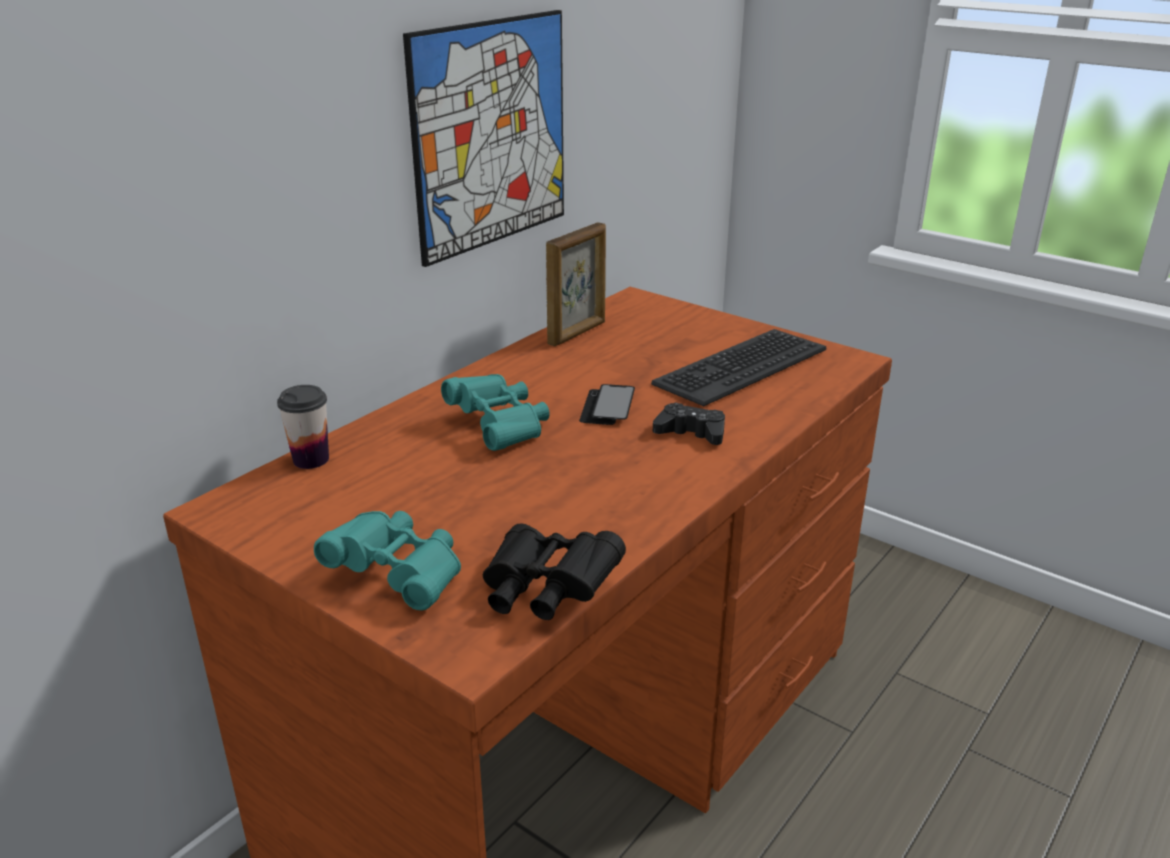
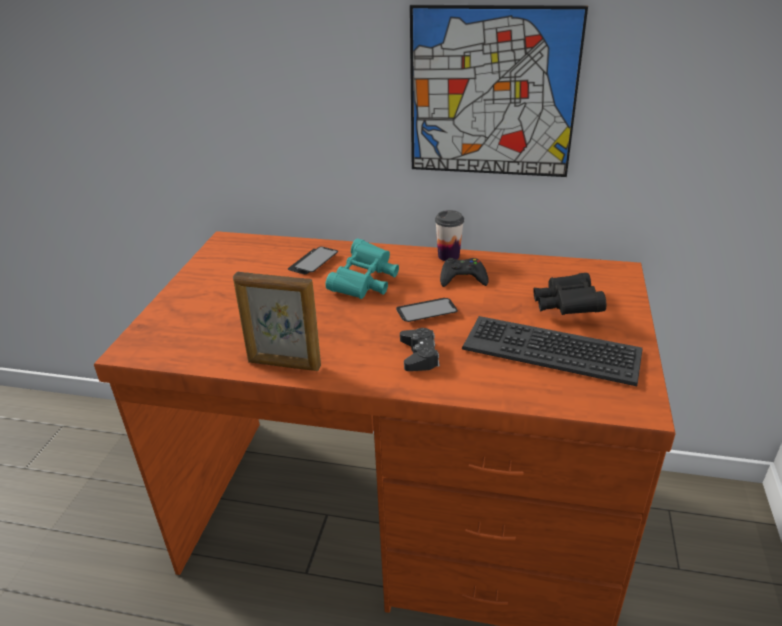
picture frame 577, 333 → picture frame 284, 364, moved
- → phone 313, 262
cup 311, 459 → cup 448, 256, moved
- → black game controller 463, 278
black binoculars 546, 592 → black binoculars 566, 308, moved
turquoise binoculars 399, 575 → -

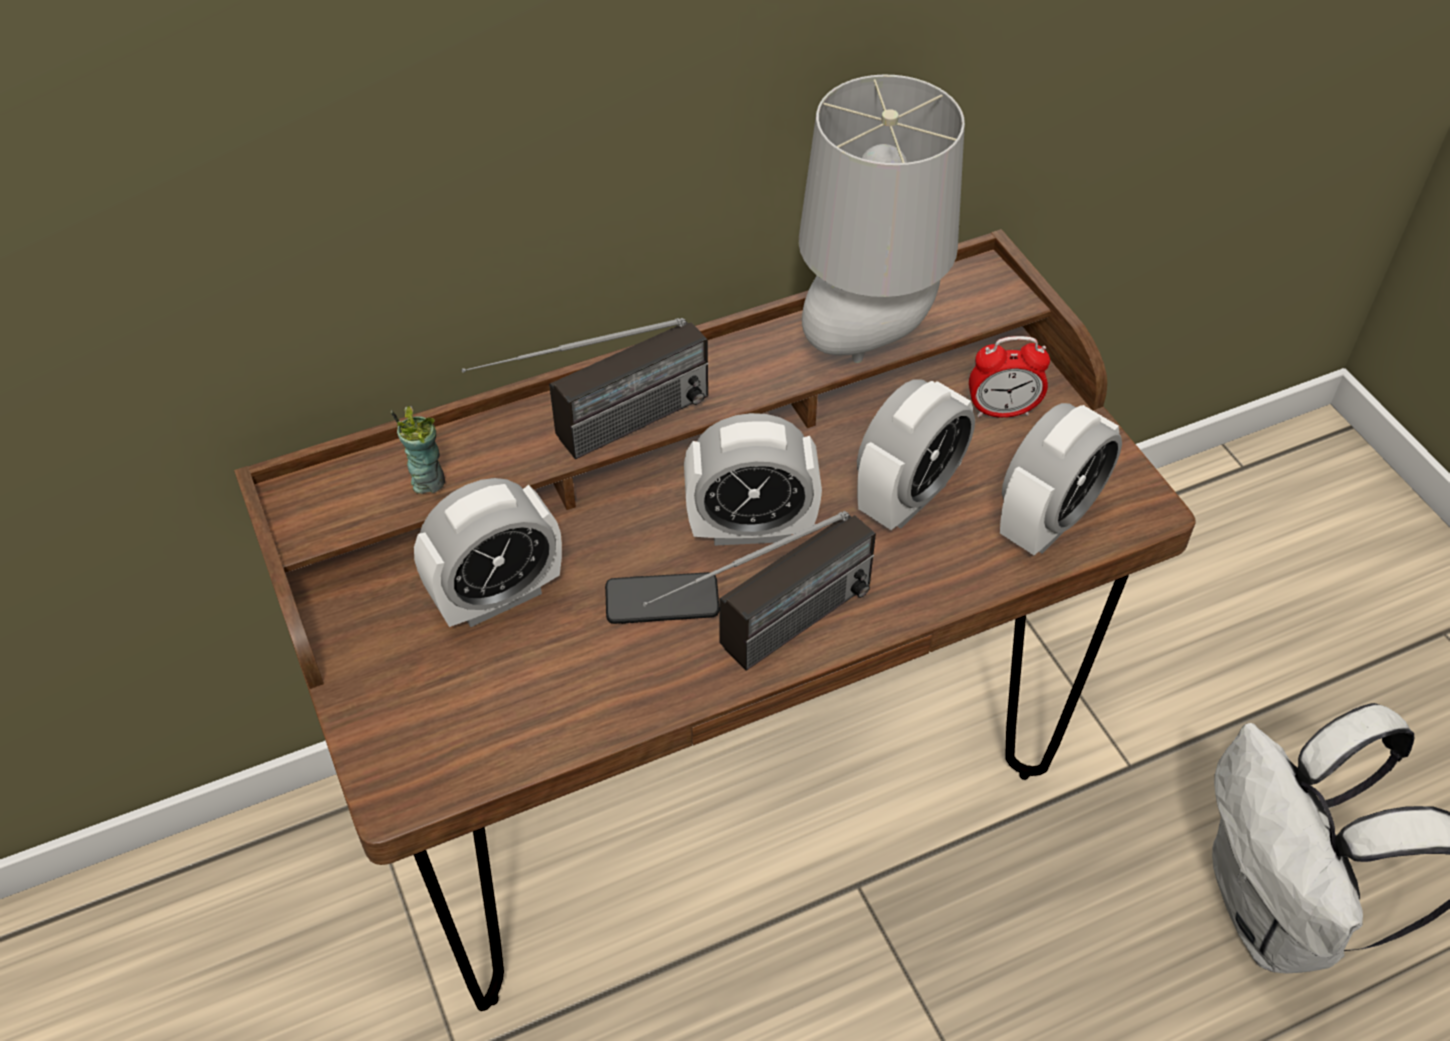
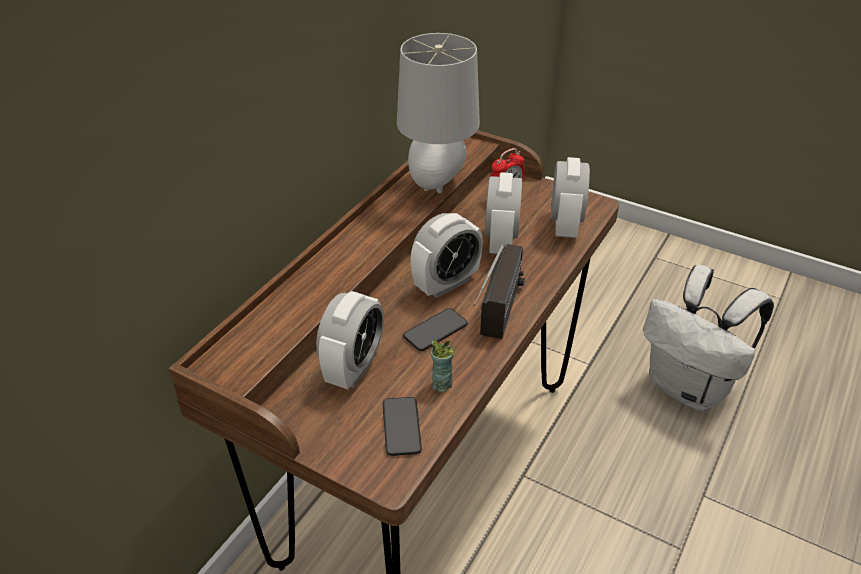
- → phone 401, 427
cup 428, 481 → cup 441, 384, moved
radio 598, 436 → -

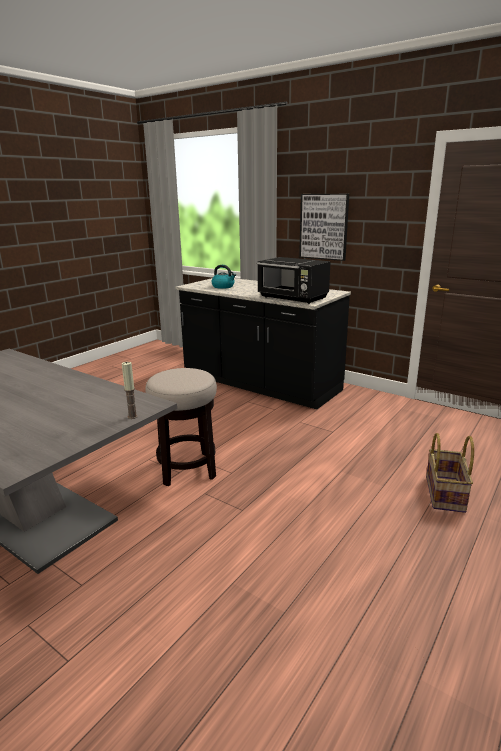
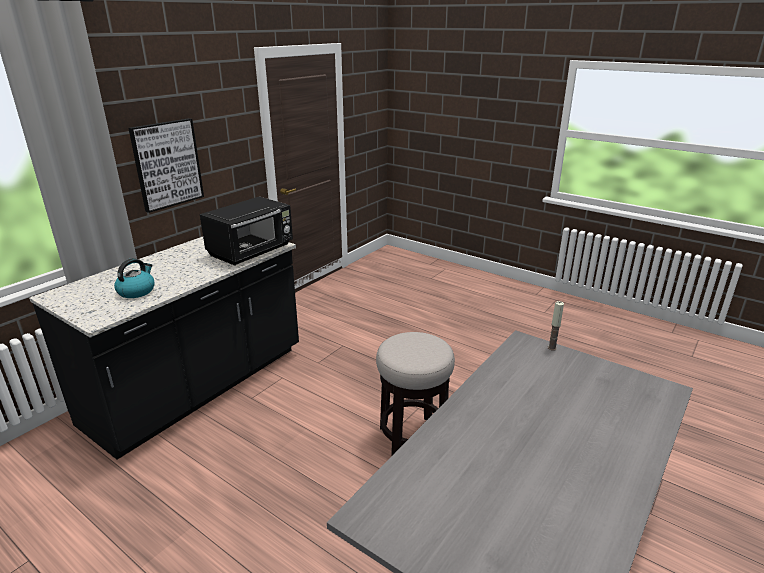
basket 446, 494 → -

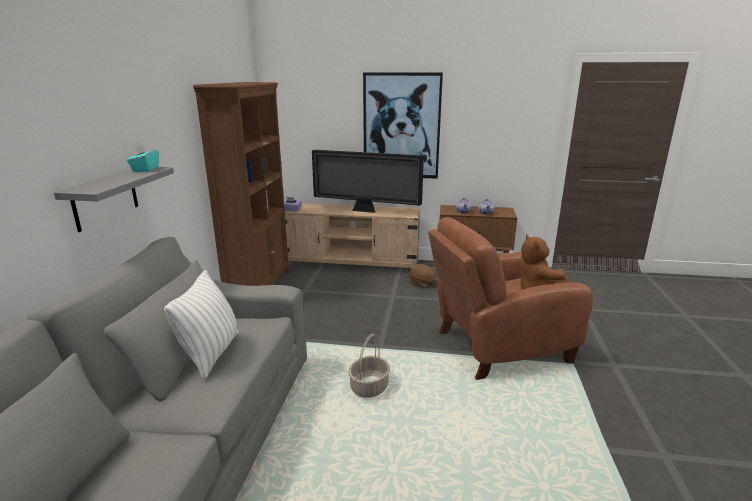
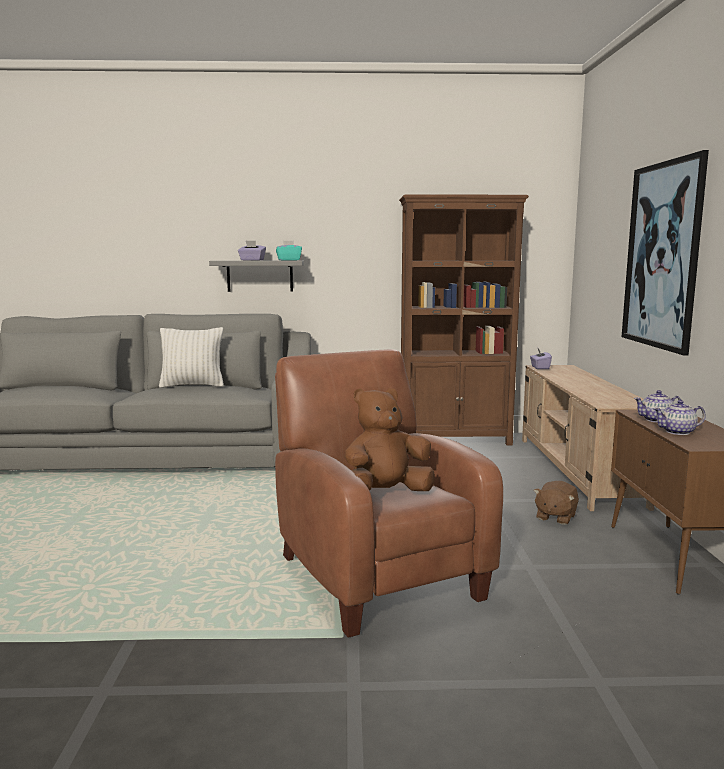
- → purple tissue box 252, 260
television 366, 211 → -
basket 369, 387 → -

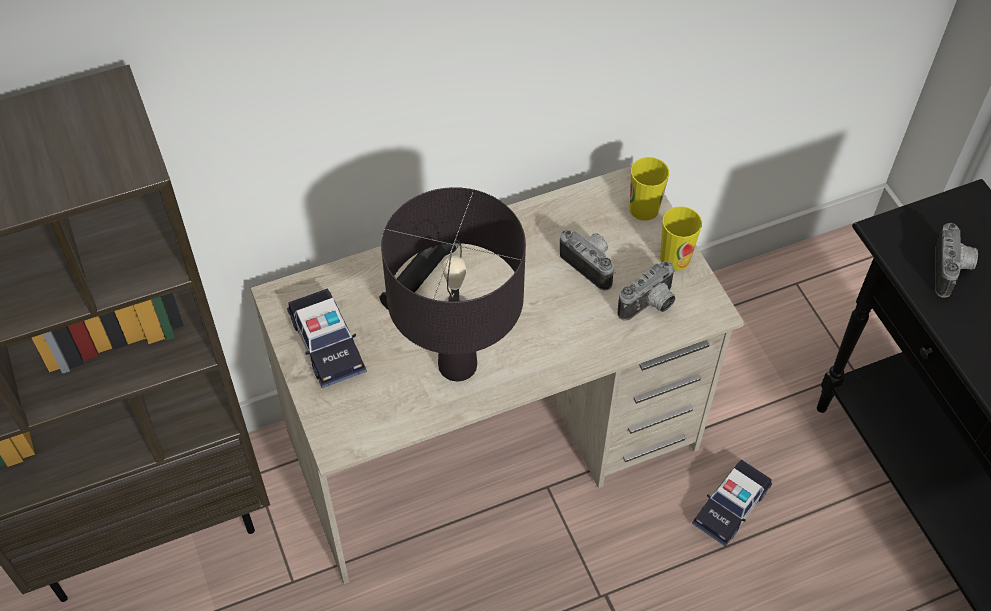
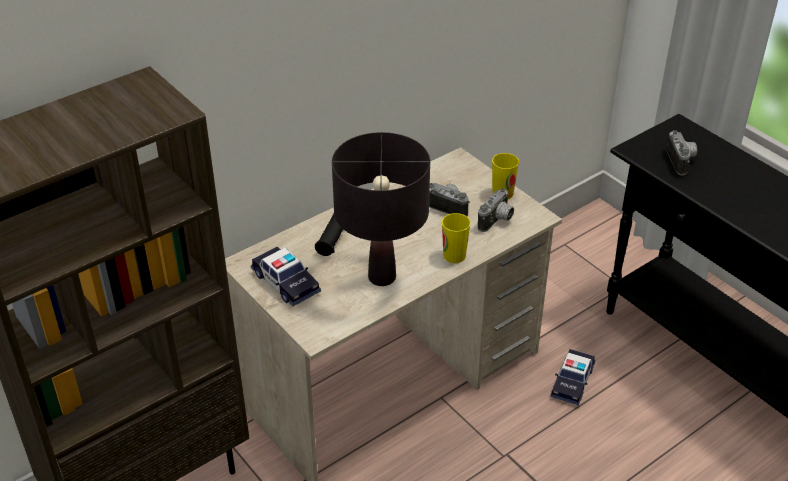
cup 644, 208 → cup 454, 255, moved

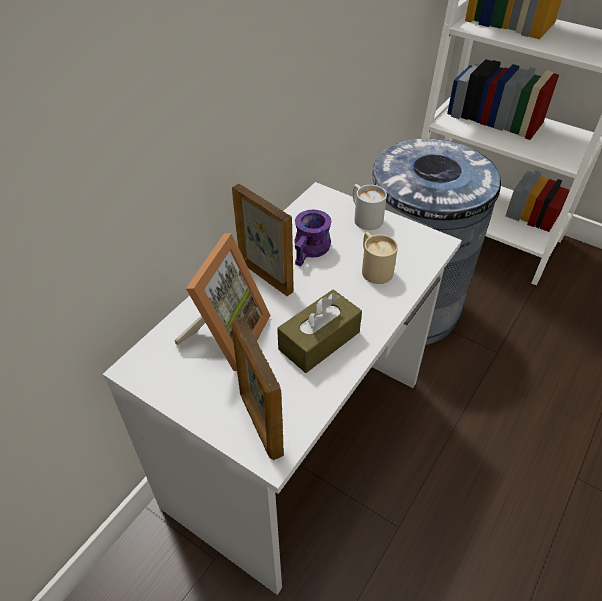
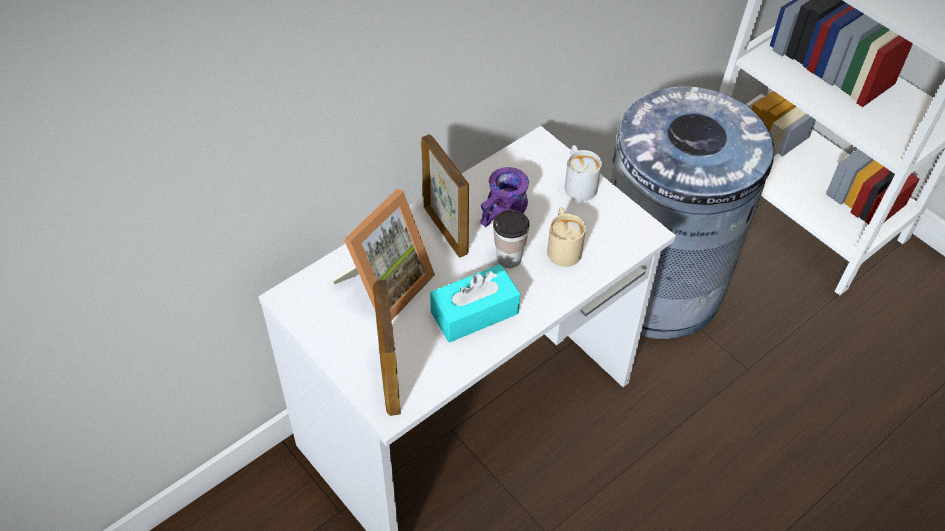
brown tissue box 319, 340 → turquoise tissue box 474, 313
- → cup 509, 258

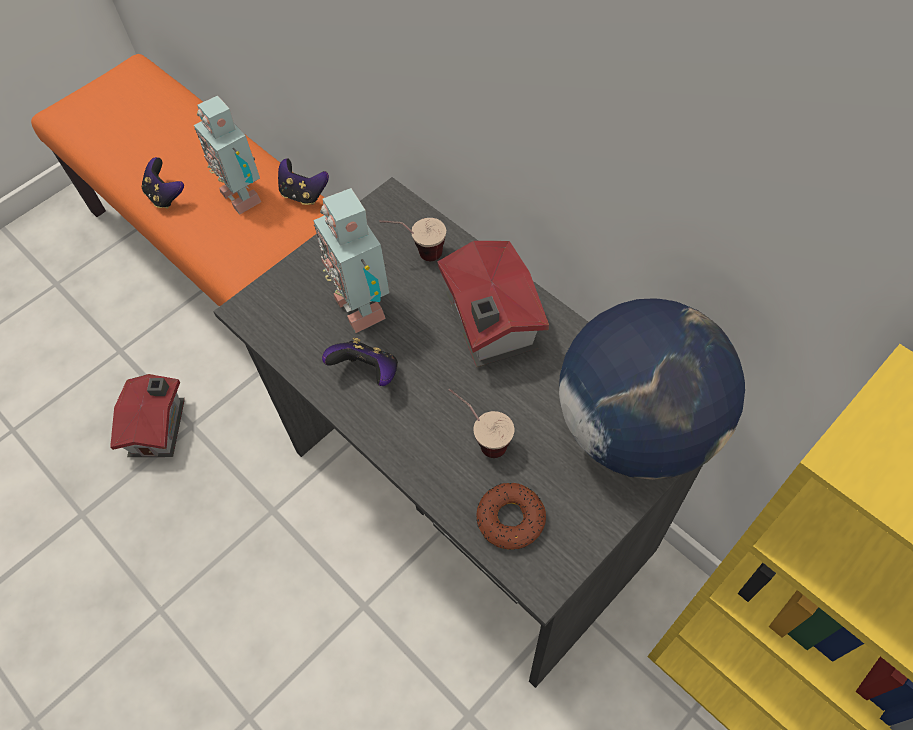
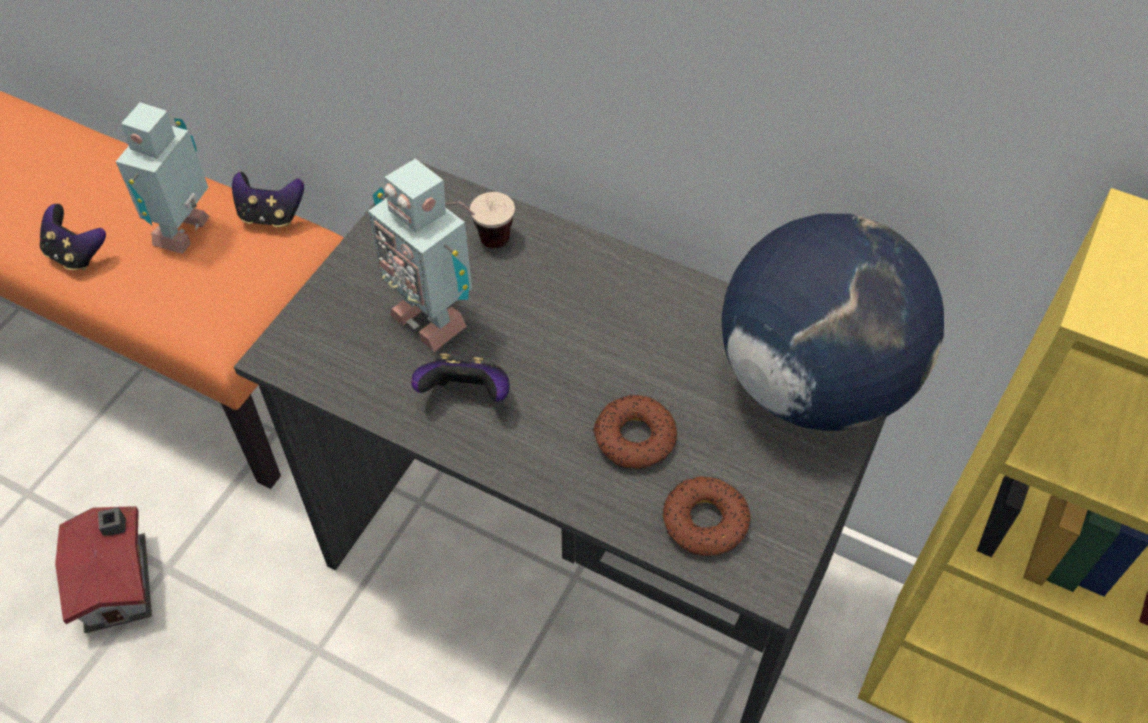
toy robot 243, 195 → toy robot 187, 231, 75 degrees clockwise
cup 480, 438 → donut 634, 438
toy house 489, 325 → -

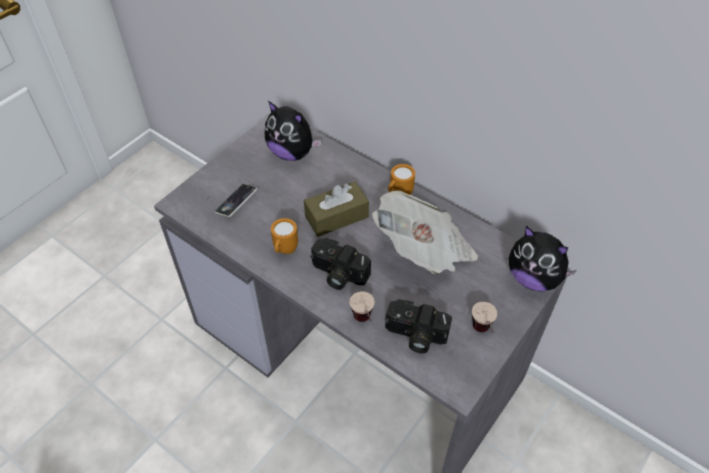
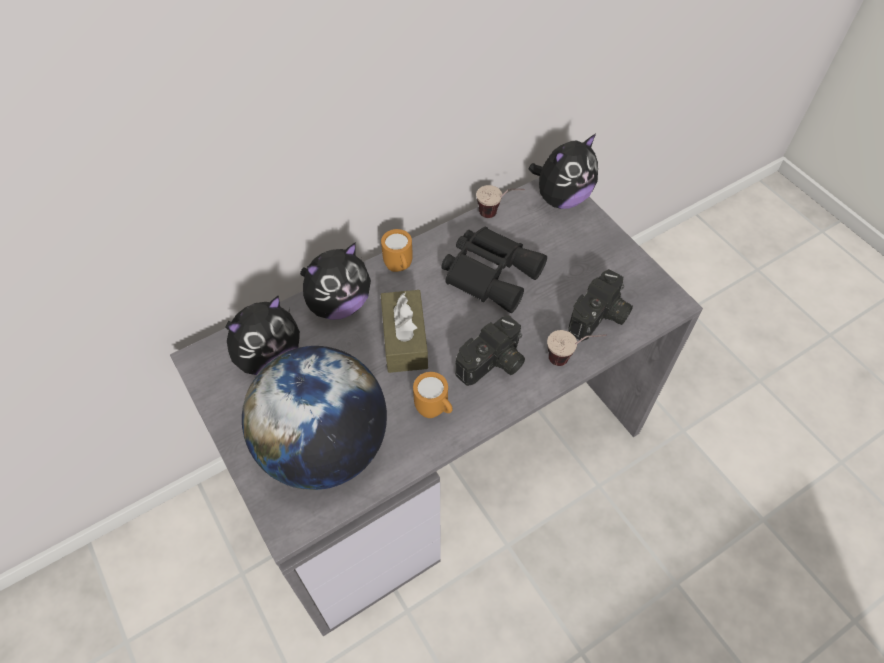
phone 236, 202 → globe 325, 447
- → plush toy 339, 304
newspaper 424, 250 → black binoculars 491, 272
cup 482, 334 → cup 498, 214, moved

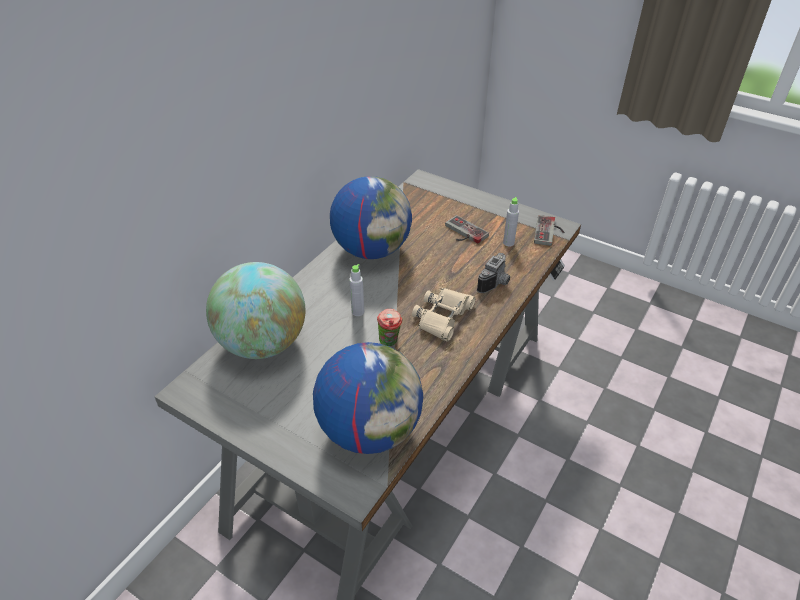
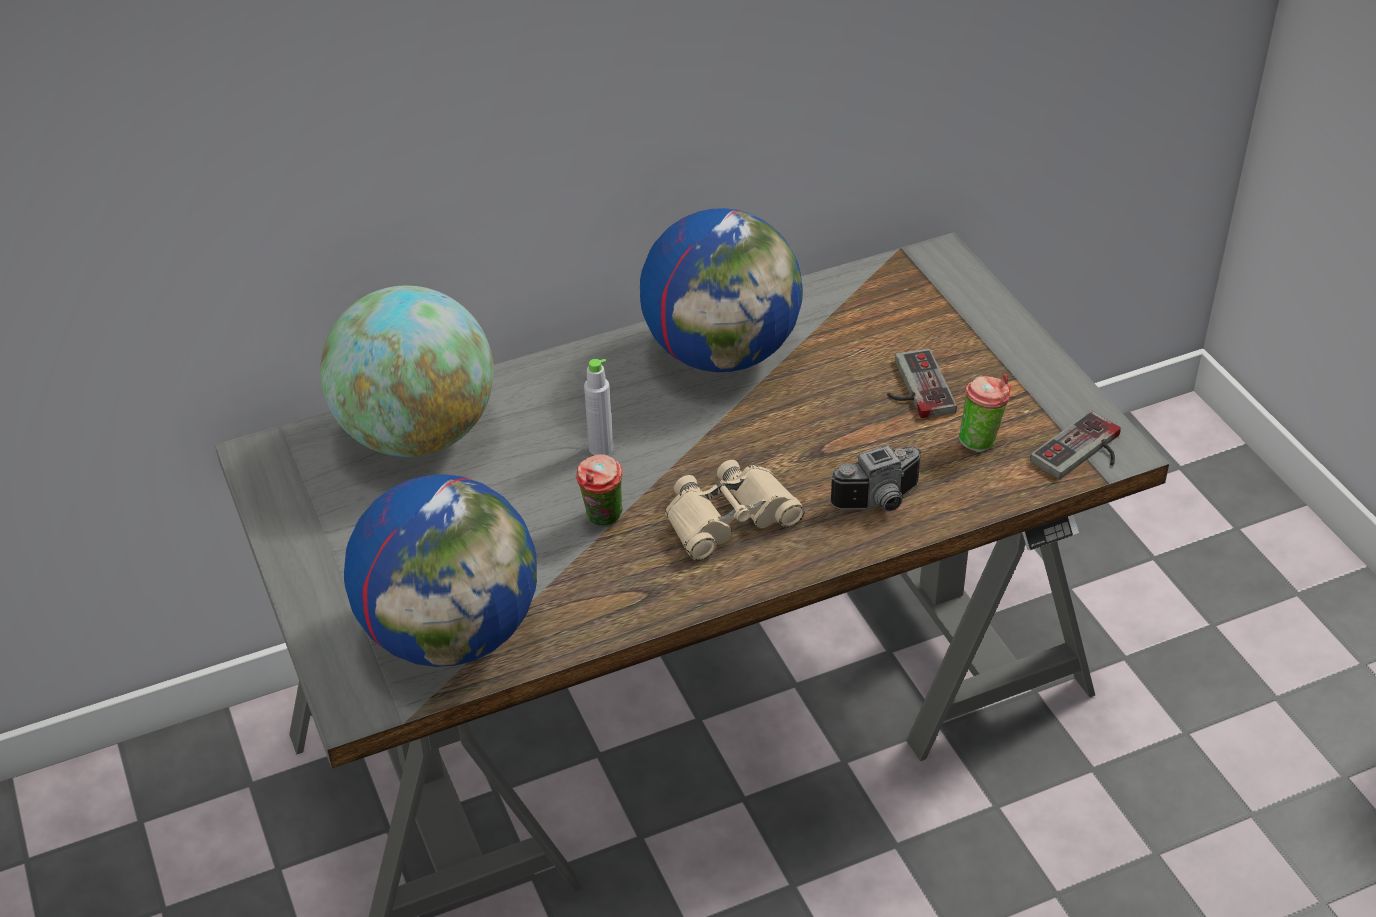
grey bottle 508, 243 → cup 981, 440

